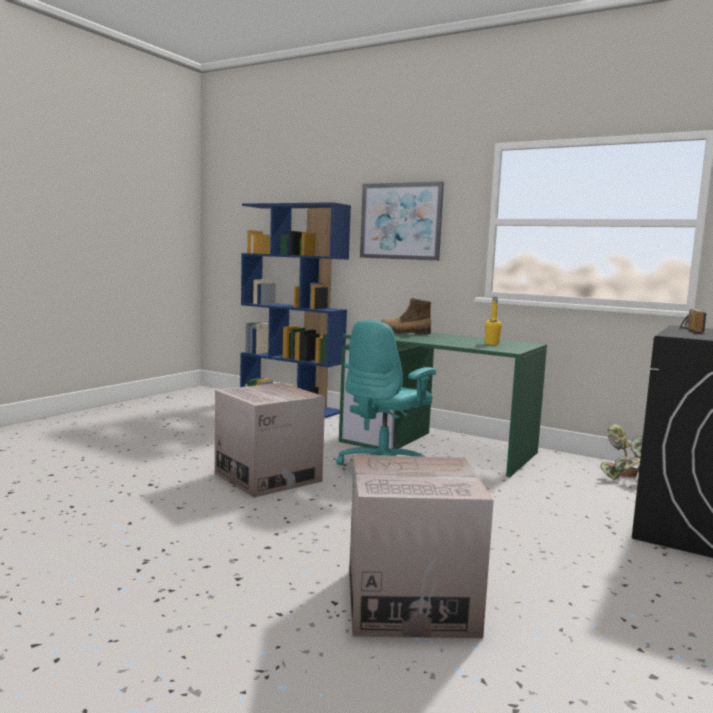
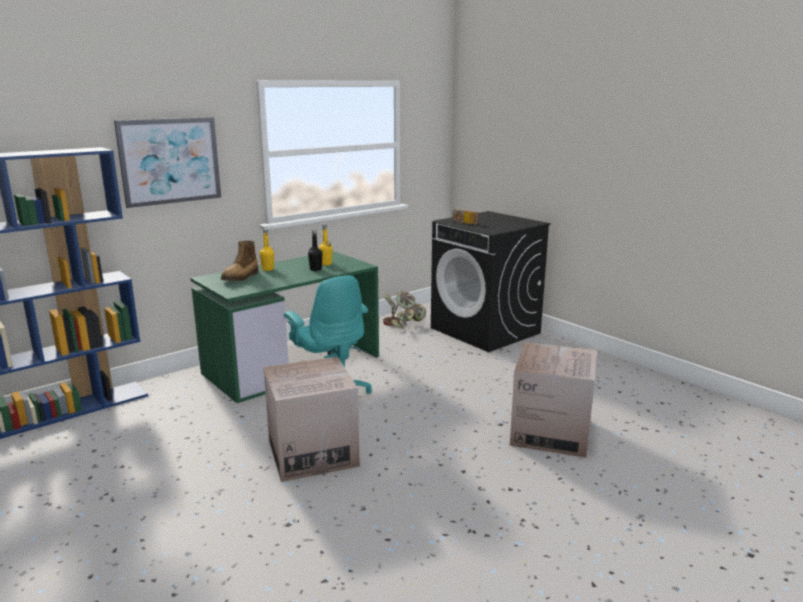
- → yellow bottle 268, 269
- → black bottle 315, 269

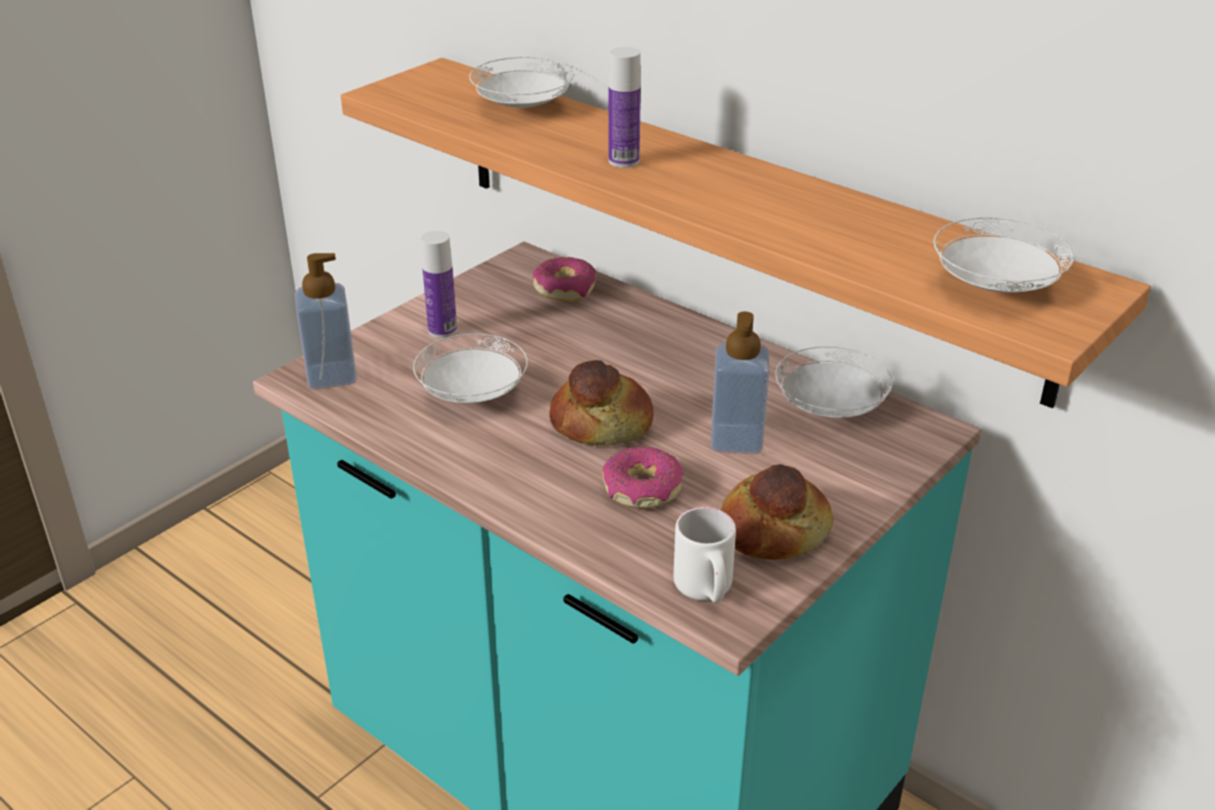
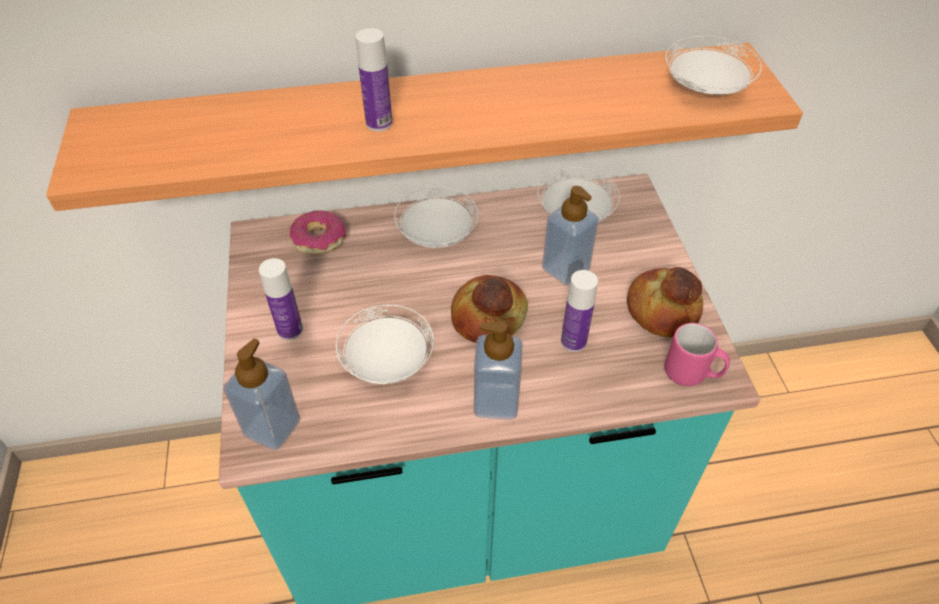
white plate 523, 108 → white plate 437, 234, moved
- → soap dispenser 496, 401
donut 641, 489 → bottle 573, 341
white mug 706, 591 → pink mug 692, 374

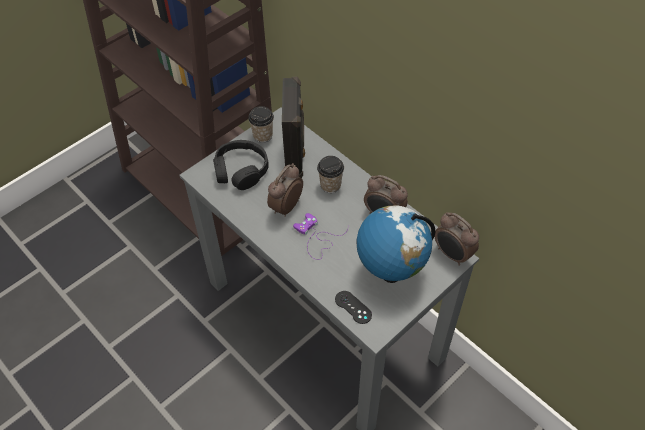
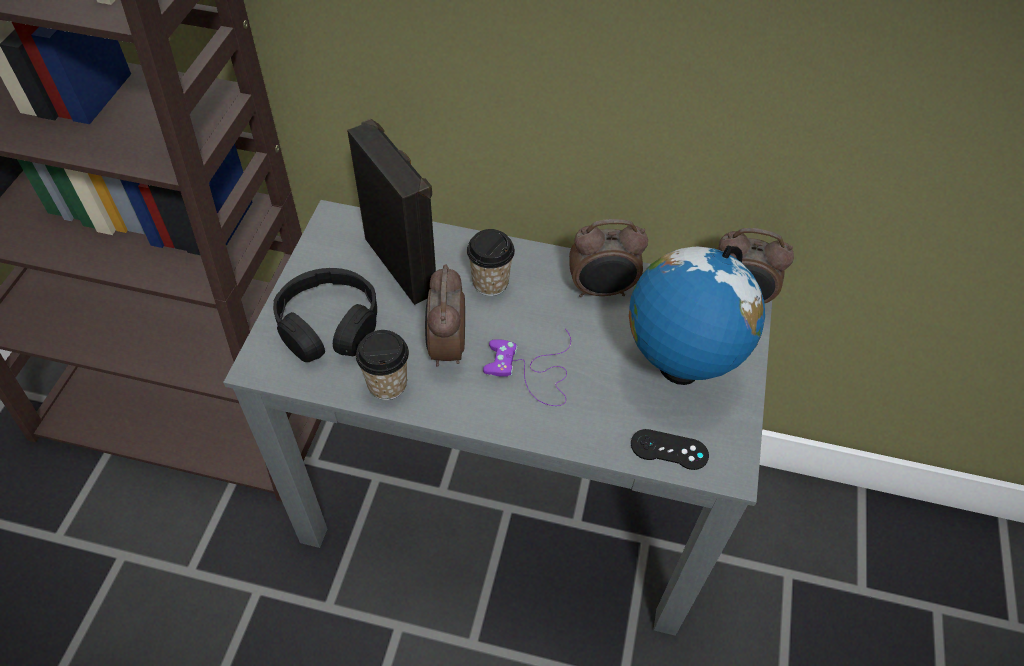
cup 263, 135 → cup 387, 384, moved

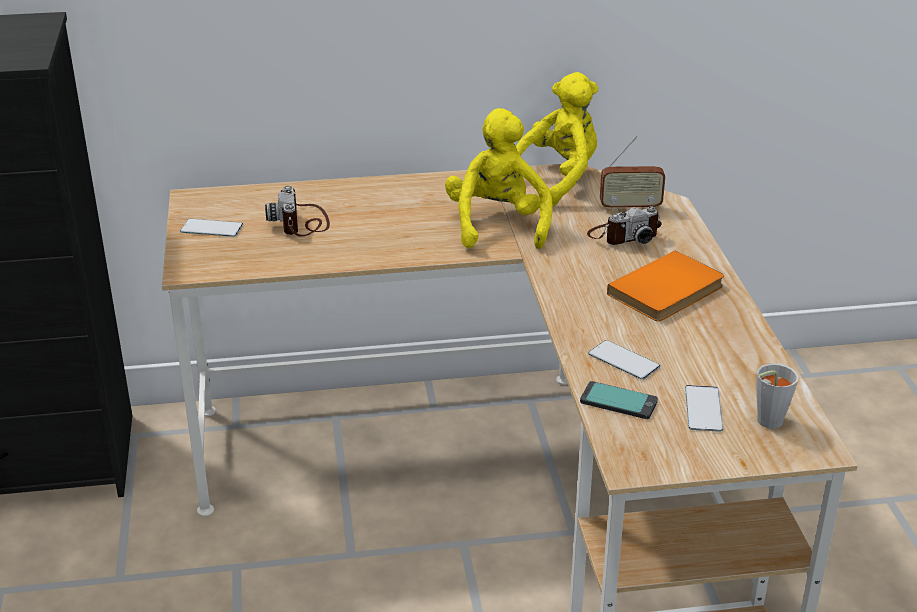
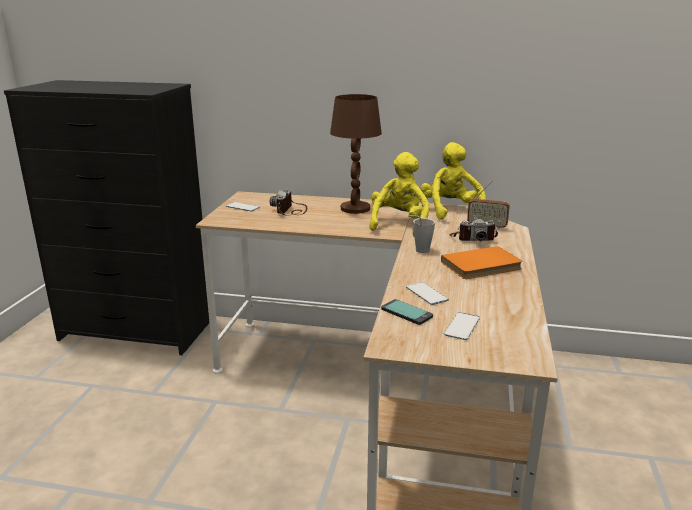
- → brown table lamp 355, 208
grey cup 765, 422 → grey cup 419, 250, moved
yellow plush toy 557, 180 → yellow plush toy 450, 211, 75 degrees counterclockwise

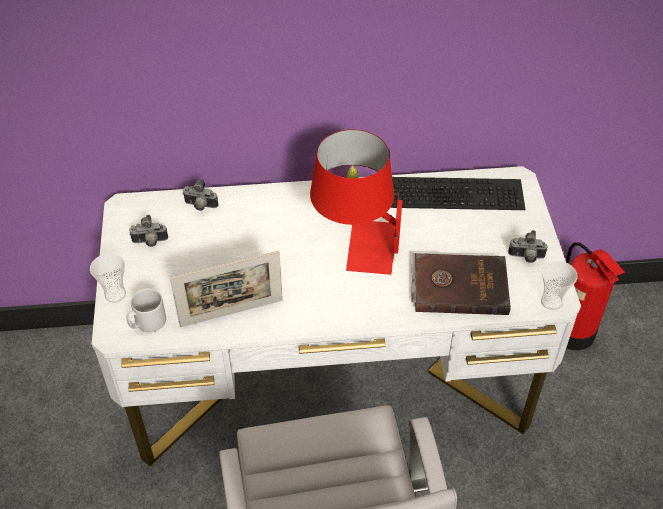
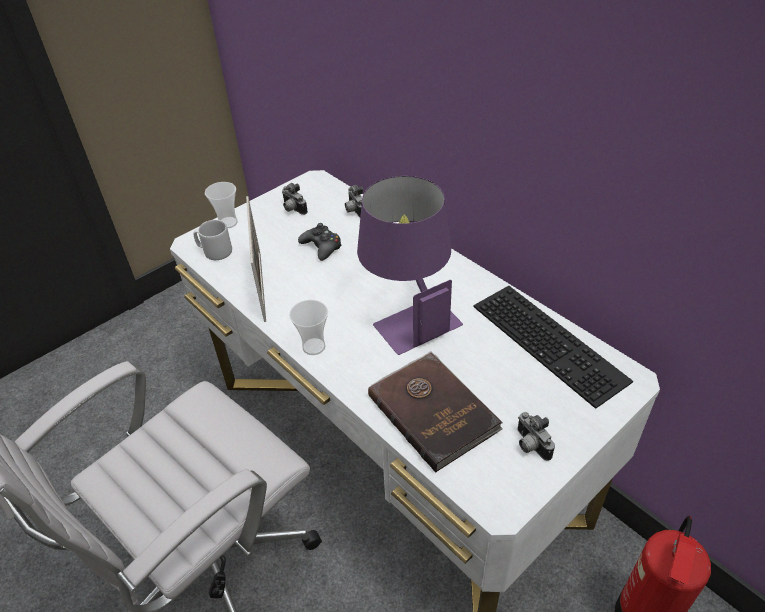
picture frame 231, 313 → picture frame 262, 286, 135 degrees counterclockwise
cup 551, 302 → cup 314, 347, moved
- → black game controller 322, 247
red table lamp 356, 245 → purple table lamp 408, 314

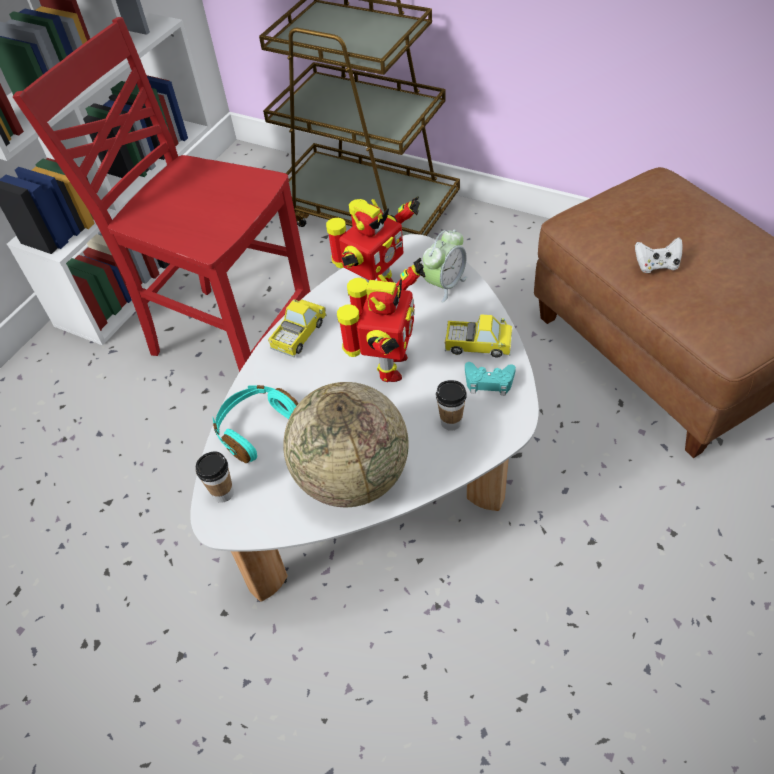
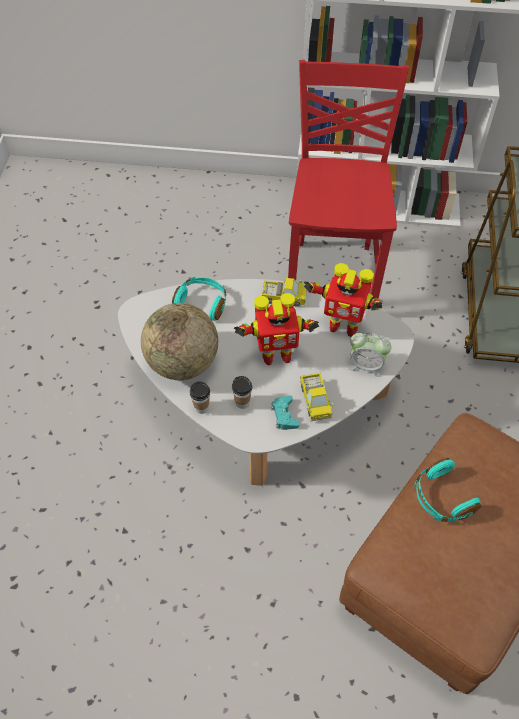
cup 223, 493 → cup 201, 407, moved
white game controller 656, 265 → turquoise headphones 441, 498

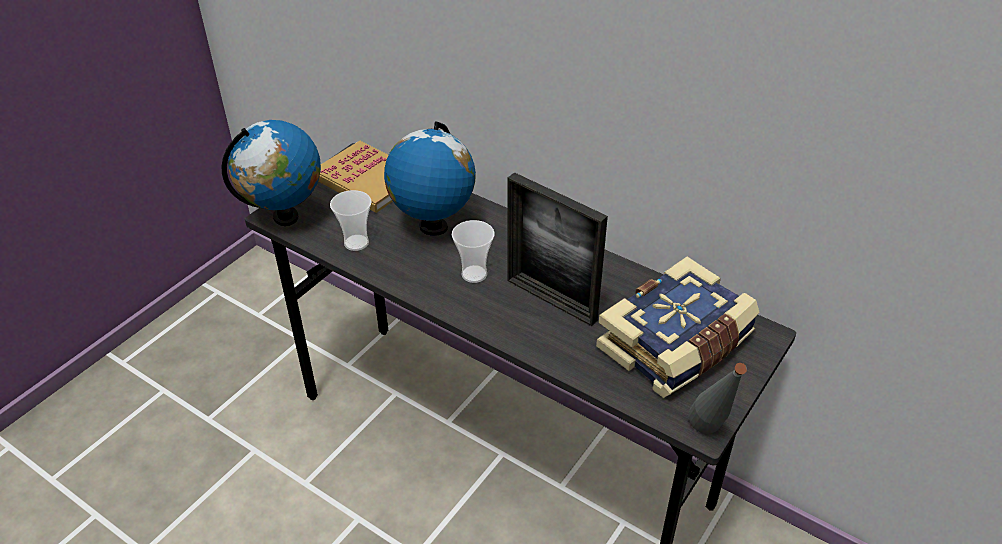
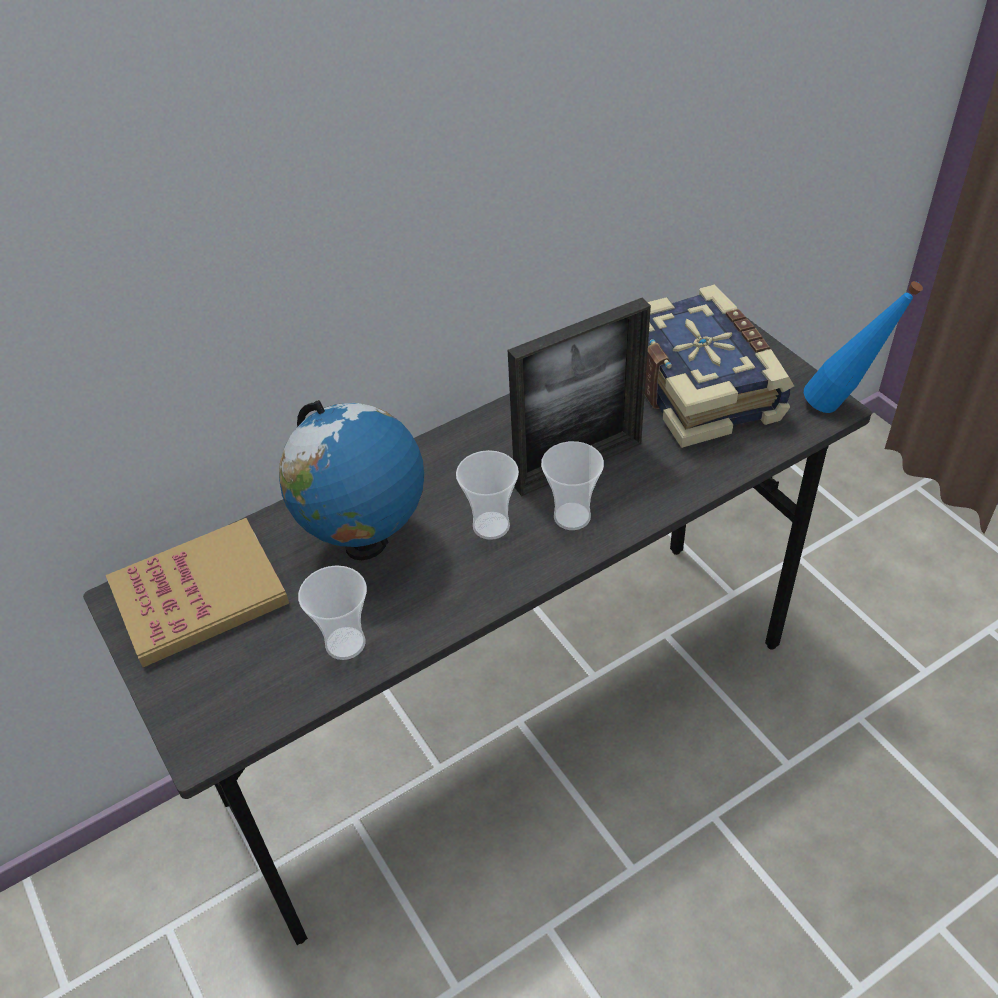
- → cup 572, 516
grey bottle 708, 437 → blue bottle 843, 407
globe 285, 217 → -

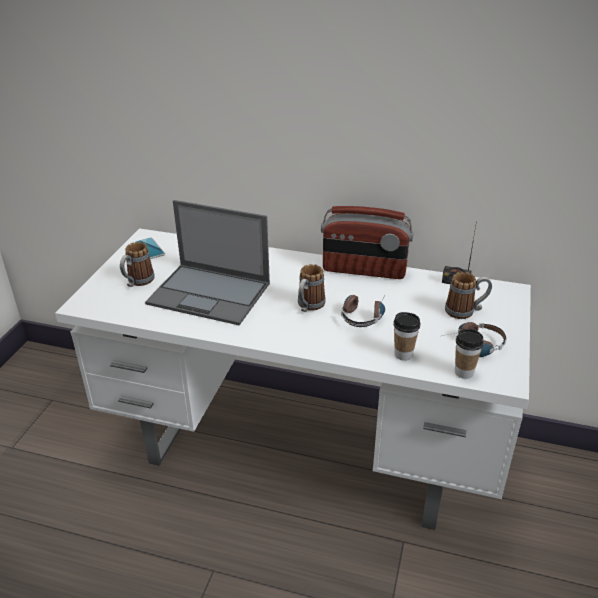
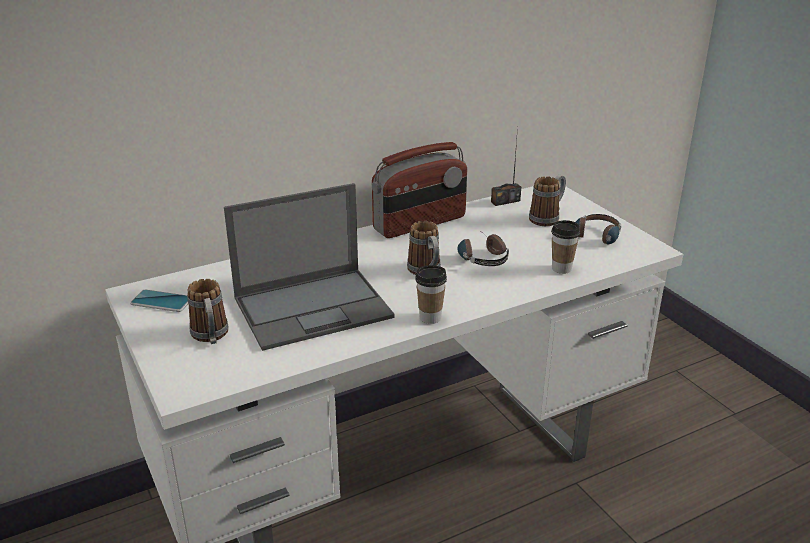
cup 464, 372 → cup 430, 318, moved

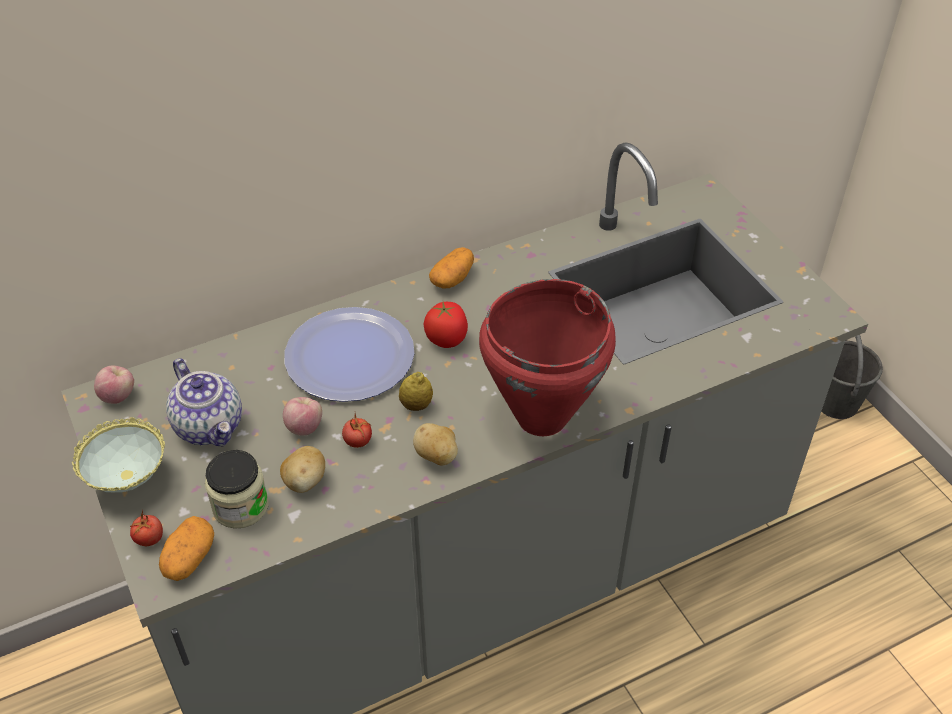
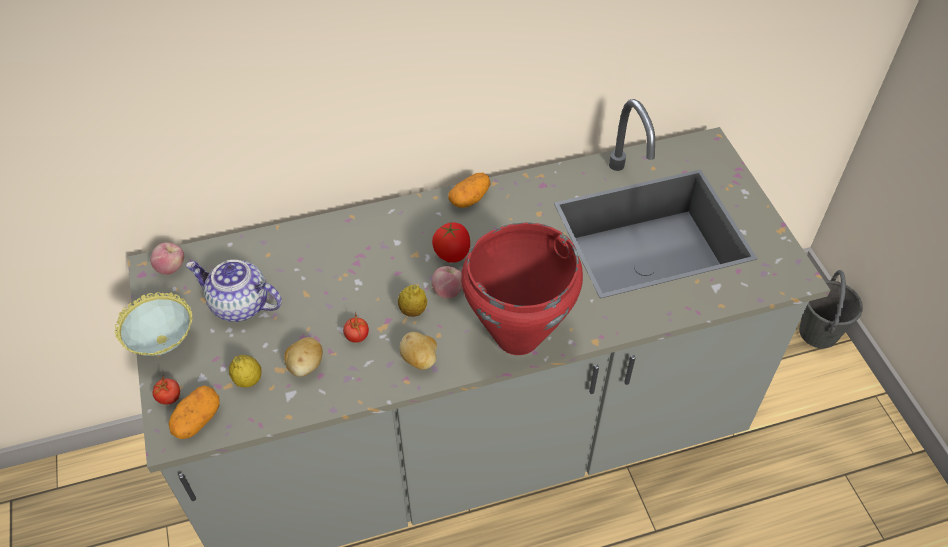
teapot 210, 426 → teapot 239, 305, 135 degrees clockwise
jar 240, 506 → lemon 248, 380
apple 304, 427 → apple 448, 291, moved
plate 349, 356 → -

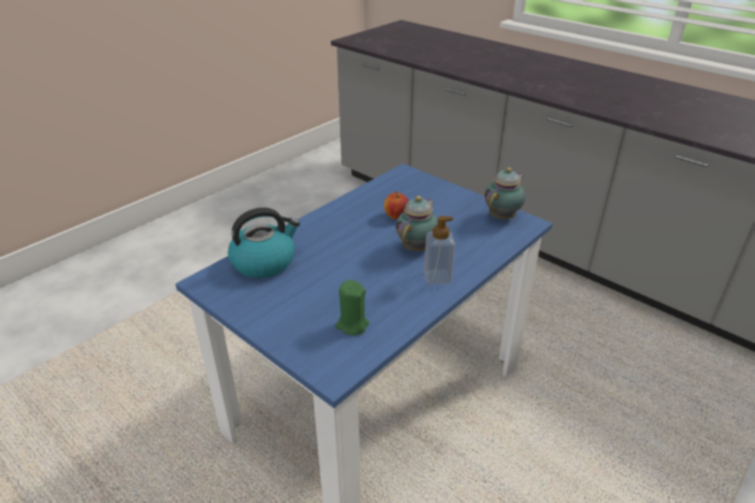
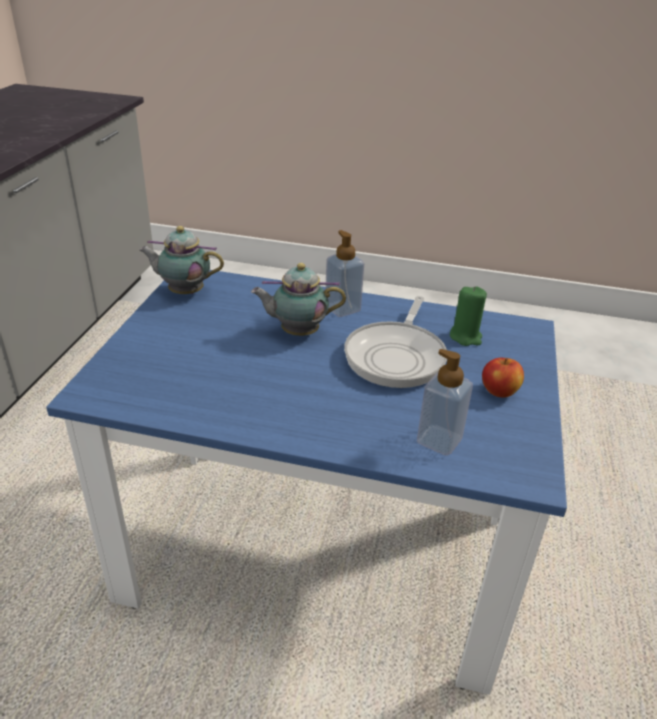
- → frying pan 397, 356
kettle 264, 262 → soap dispenser 439, 440
apple 396, 216 → apple 499, 392, moved

